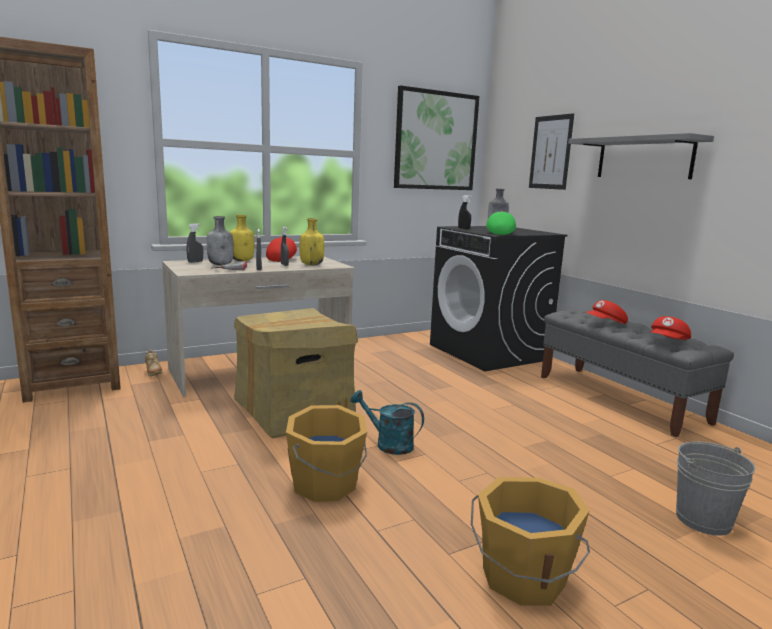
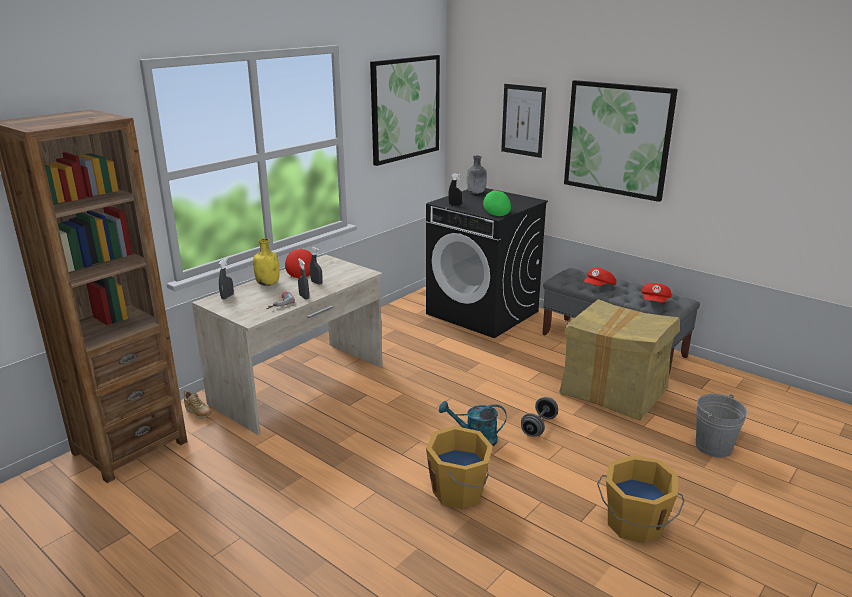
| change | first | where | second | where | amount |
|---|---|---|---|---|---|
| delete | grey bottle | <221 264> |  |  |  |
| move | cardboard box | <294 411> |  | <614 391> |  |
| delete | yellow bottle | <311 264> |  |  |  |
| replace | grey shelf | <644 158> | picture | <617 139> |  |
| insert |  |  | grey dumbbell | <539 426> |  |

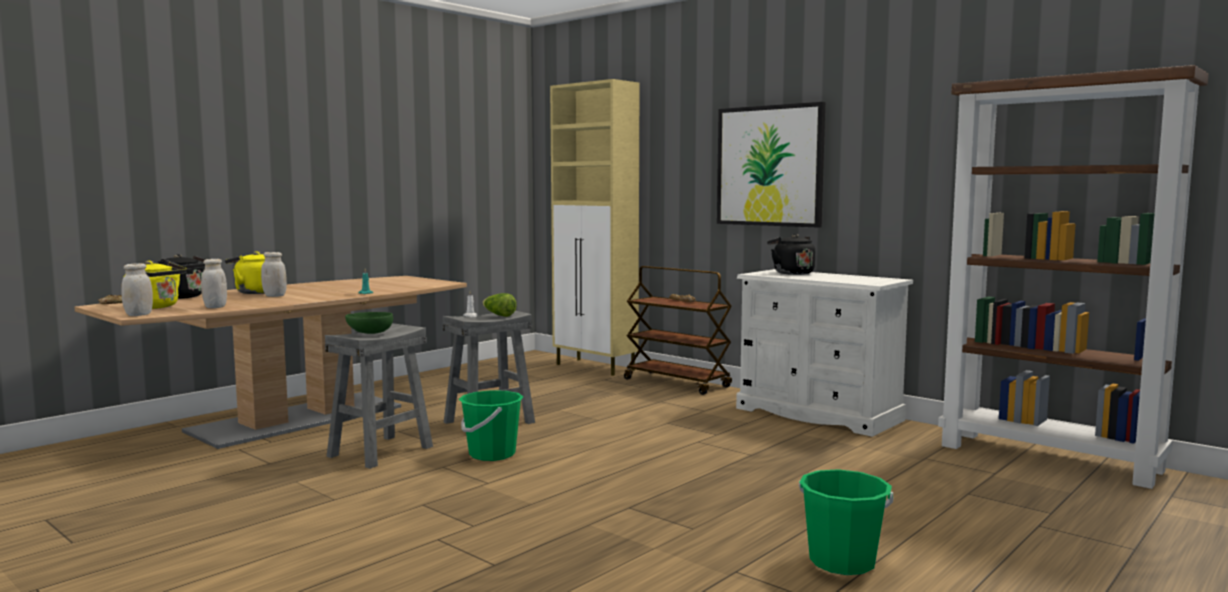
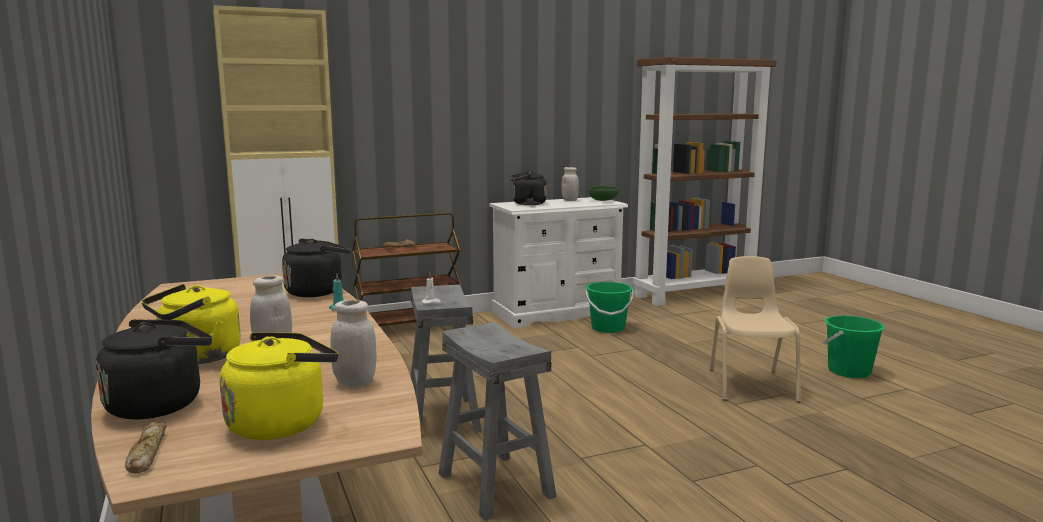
| change | first | where | second | where | amount |
|---|---|---|---|---|---|
| move | white jar | <138 315> |  | <569 200> |  |
| move | green bowl | <369 333> |  | <603 200> |  |
| move | green bucket | <492 454> |  | <608 328> |  |
| delete | lettuce | <498 315> |  |  |  |
| delete | picture | <769 166> |  |  |  |
| insert |  |  | black kettle | <317 292> |  |
| insert |  |  | beige chair | <751 385> |  |

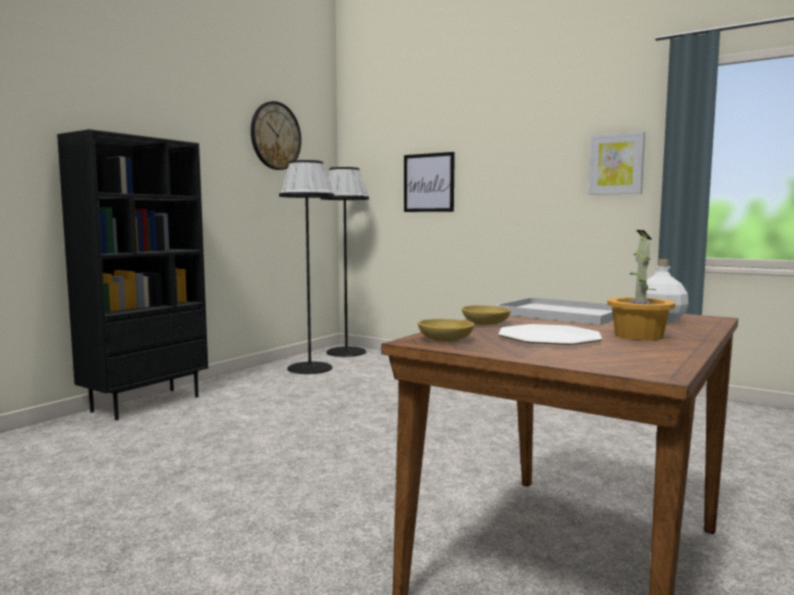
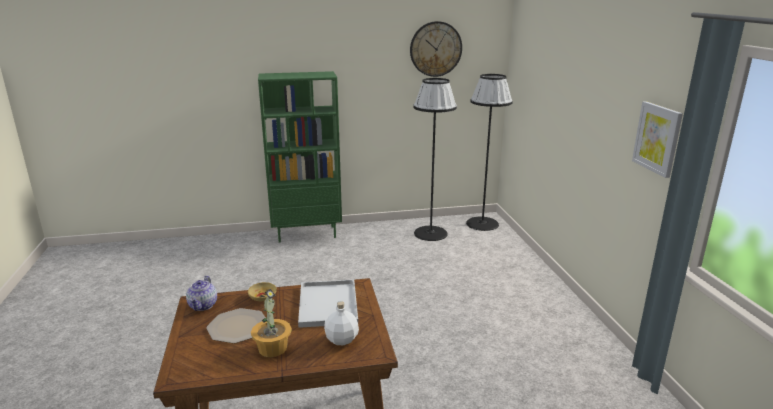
| change | first | where | second | where | amount |
|---|---|---|---|---|---|
| recolor | black bookcase | <146 403> | green bookcase | <307 234> |  |
| delete | picture | <428 182> |  |  |  |
| replace | beige bowl | <445 339> | teapot | <203 305> |  |

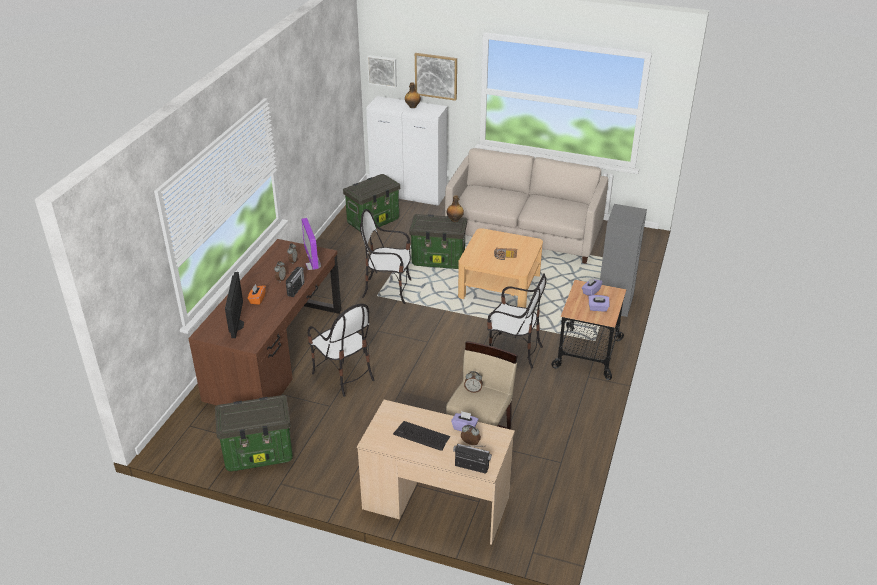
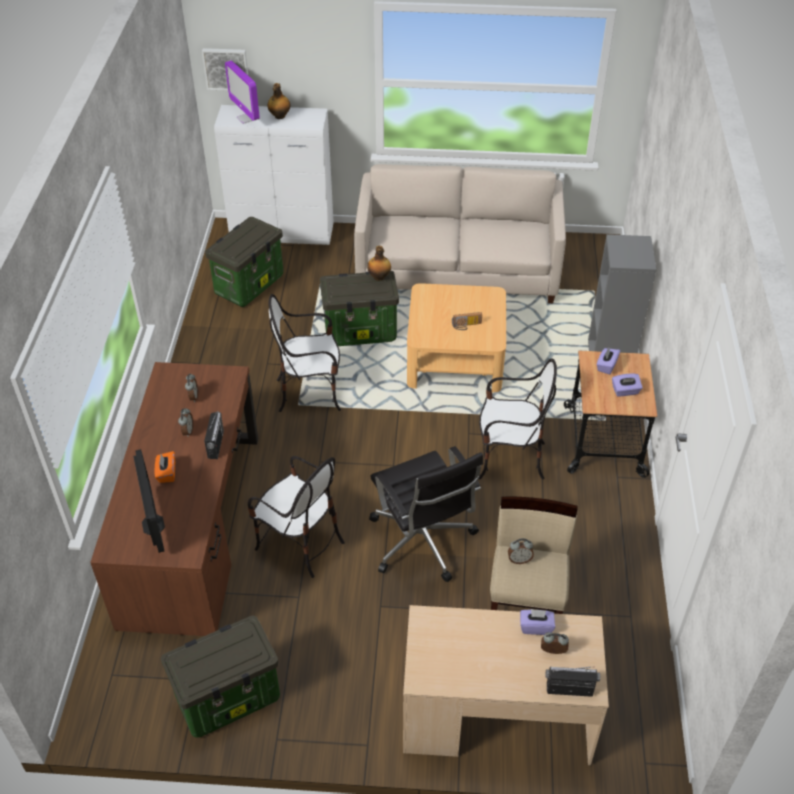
| change | first | where | second | where | amount |
|---|---|---|---|---|---|
| move | monitor | <313 265> |  | <246 118> |  |
| delete | keyboard | <421 436> |  |  |  |
| delete | picture | <436 76> |  |  |  |
| insert |  |  | black office chair | <422 543> |  |

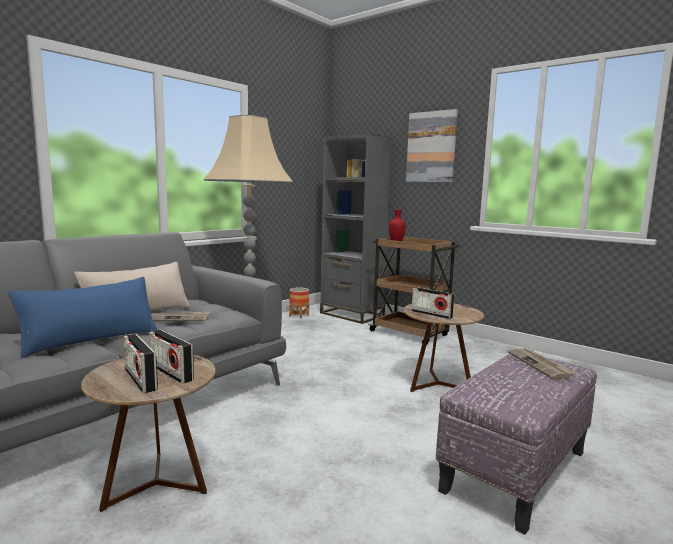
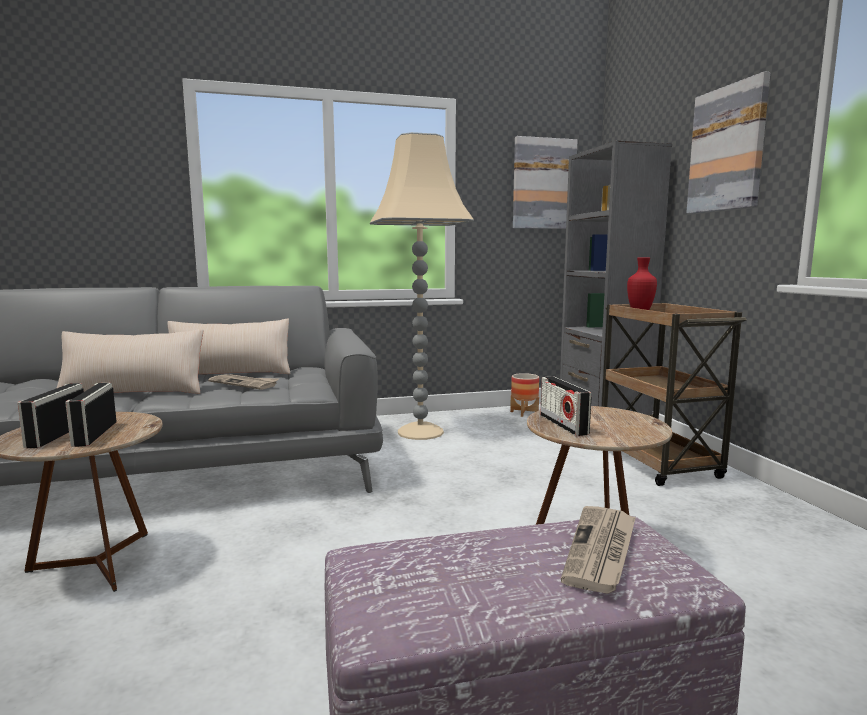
| change | first | where | second | where | amount |
|---|---|---|---|---|---|
| recolor | blue pillow | <90 340> | beige pillow | <133 392> |  |
| insert |  |  | picture | <543 184> |  |

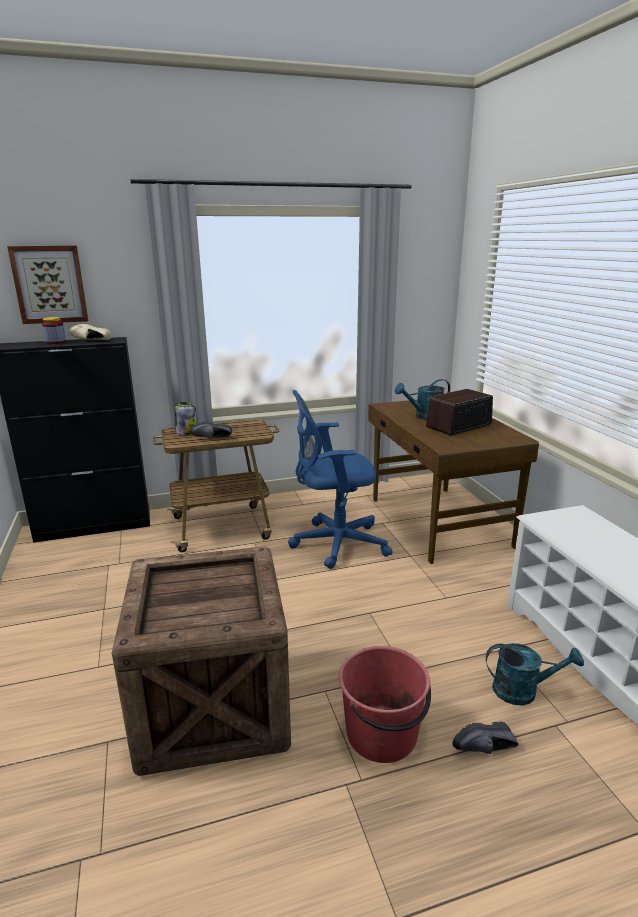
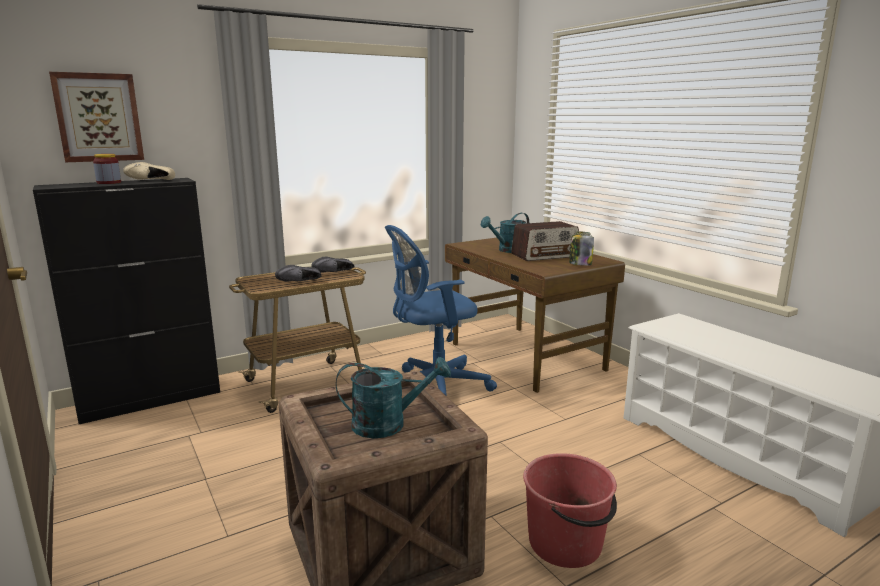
| change | first | where | second | where | amount |
|---|---|---|---|---|---|
| move | jar | <186 432> |  | <580 264> |  |
| rotate | radio | <458 426> |  | <545 255> | 150 degrees counterclockwise |
| move | black shoe | <485 750> |  | <335 273> |  |
| move | turquoise watering can | <523 690> |  | <389 424> |  |

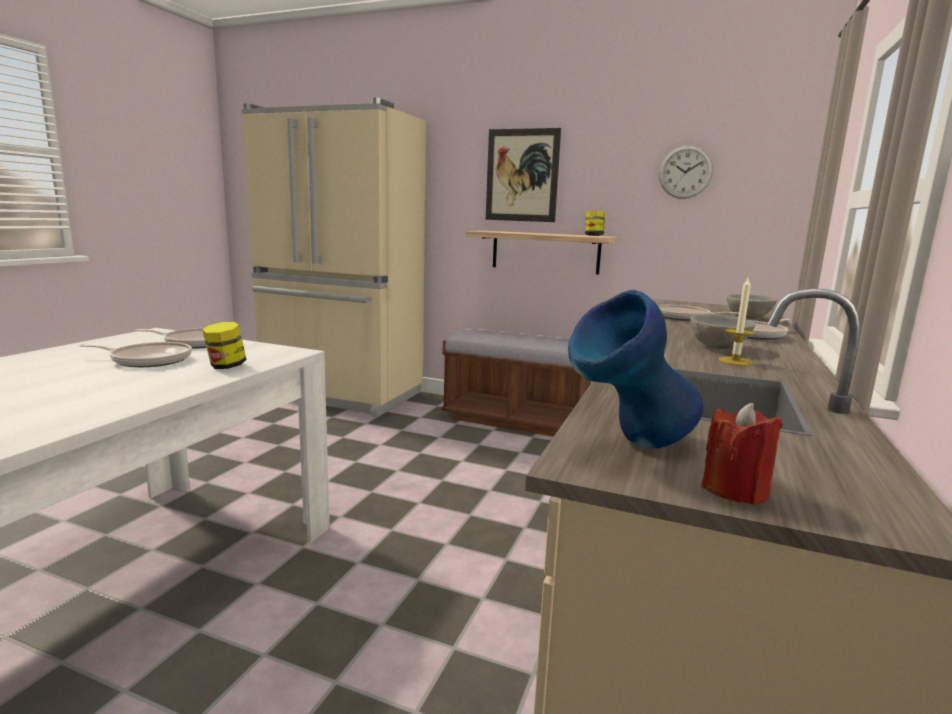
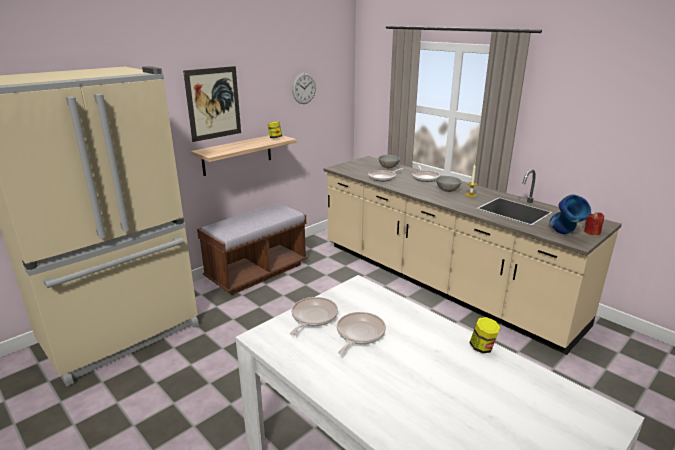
| change | first | where | second | where | amount |
|---|---|---|---|---|---|
| move | jar | <226 366> |  | <482 347> |  |

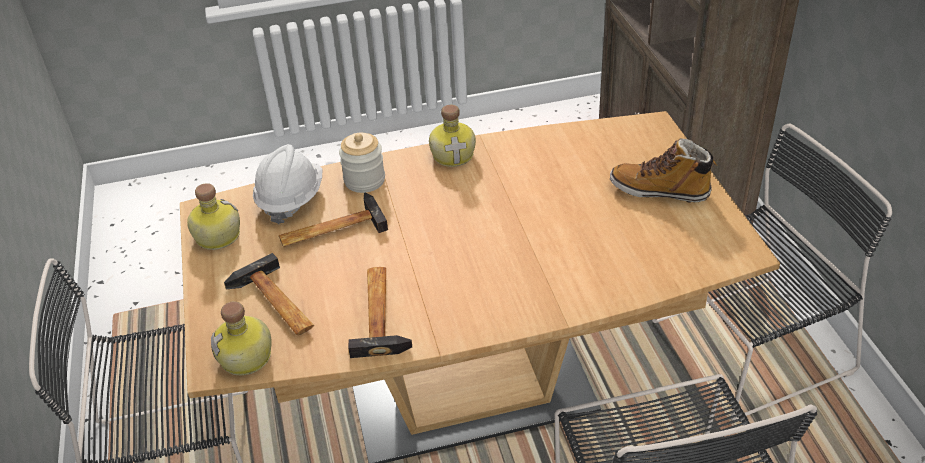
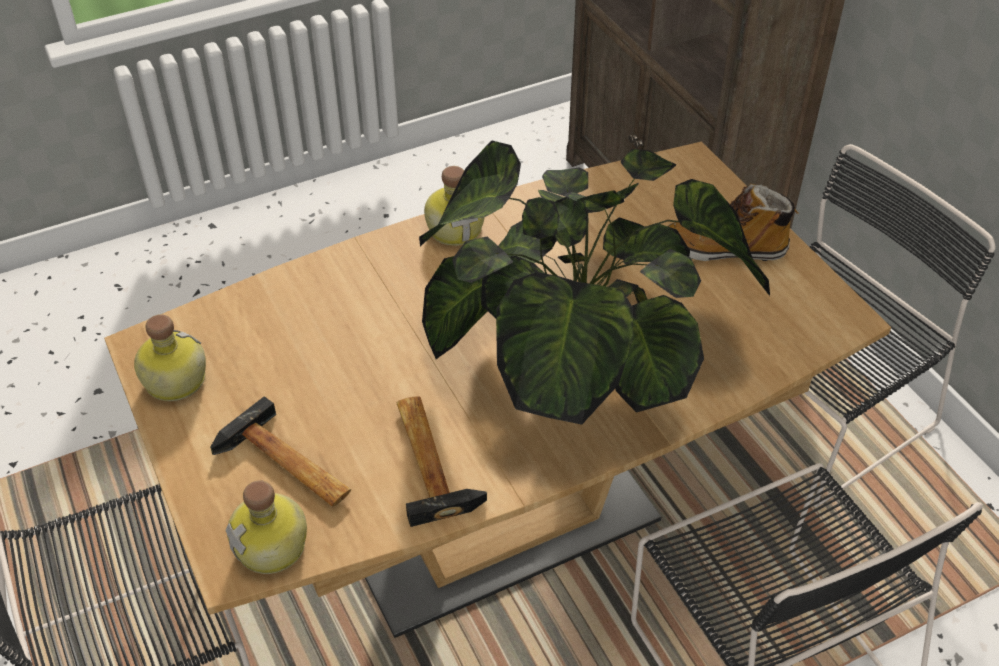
| change | first | where | second | where | amount |
|---|---|---|---|---|---|
| delete | white hard hat | <290 199> |  |  |  |
| delete | hammer | <330 229> |  |  |  |
| delete | jar | <364 180> |  |  |  |
| insert |  |  | potted plant | <576 353> |  |

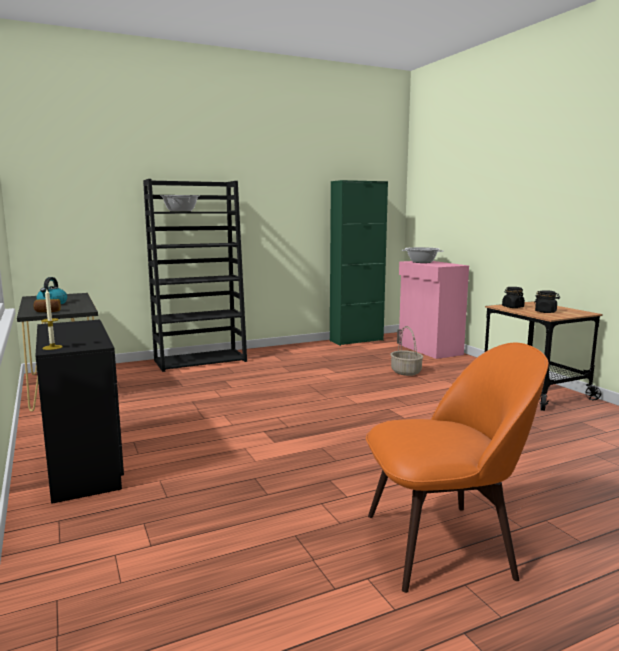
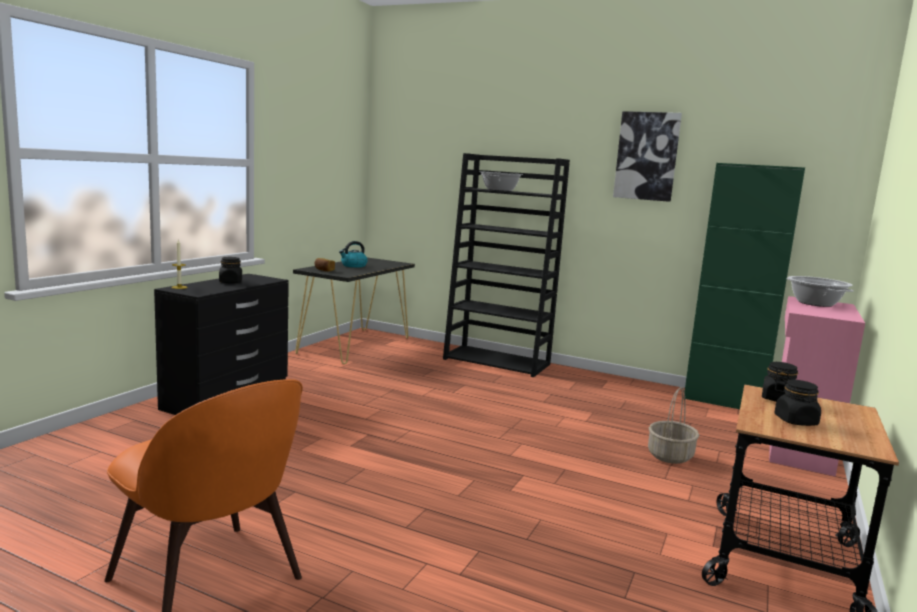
| change | first | where | second | where | amount |
|---|---|---|---|---|---|
| insert |  |  | black jar | <230 282> |  |
| insert |  |  | picture | <647 156> |  |

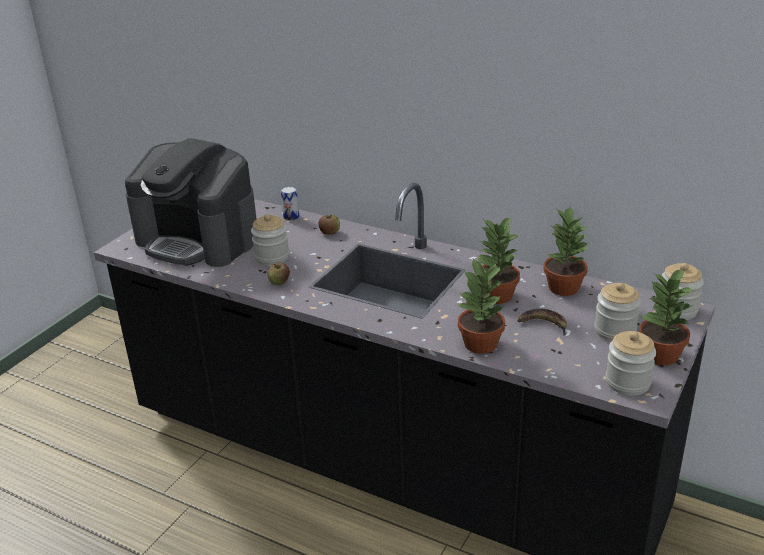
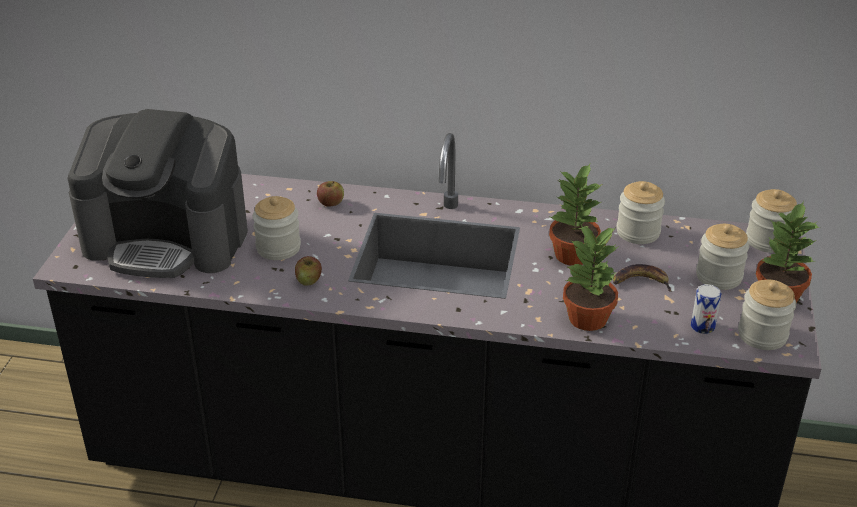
| change | first | where | second | where | amount |
|---|---|---|---|---|---|
| move | can | <291 217> |  | <702 326> |  |
| replace | potted plant | <563 287> | jar | <638 232> |  |

